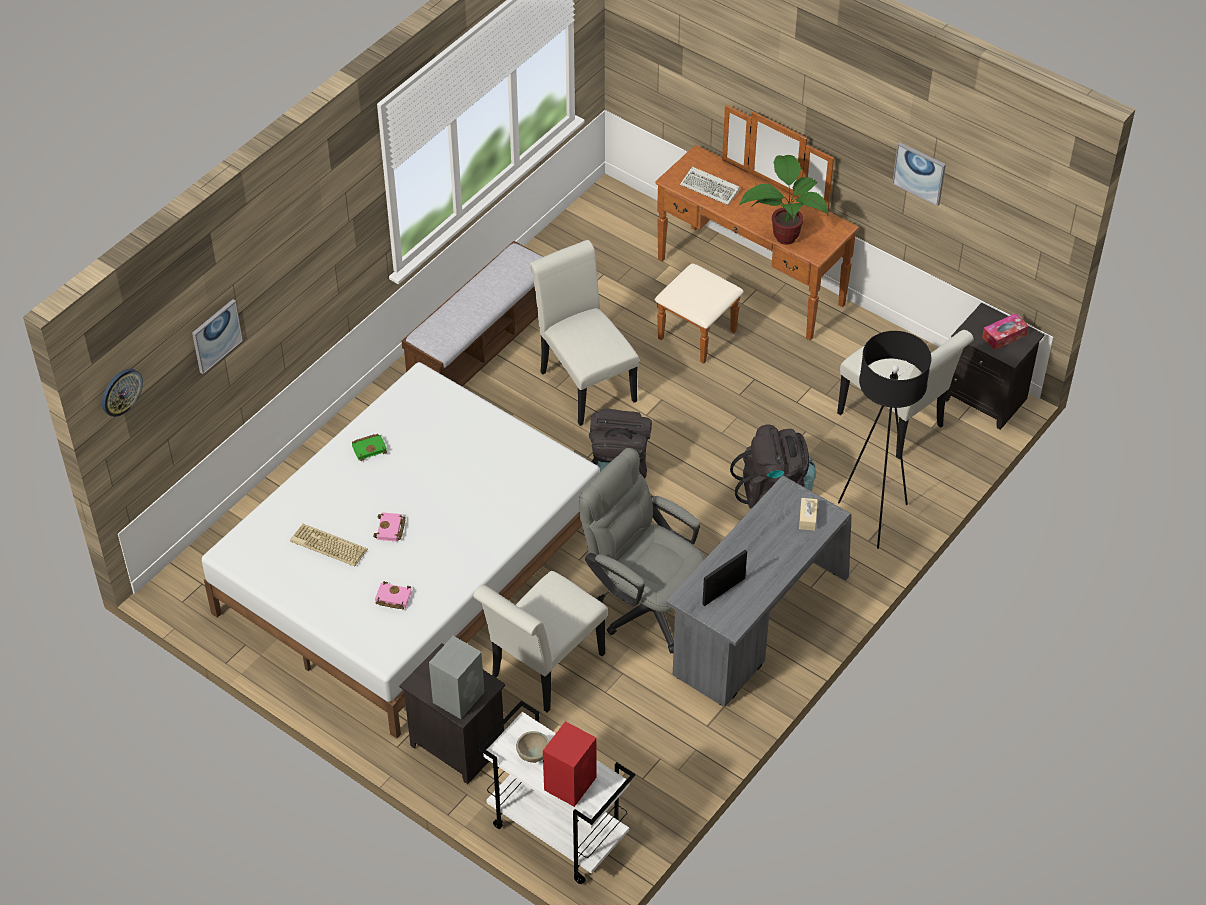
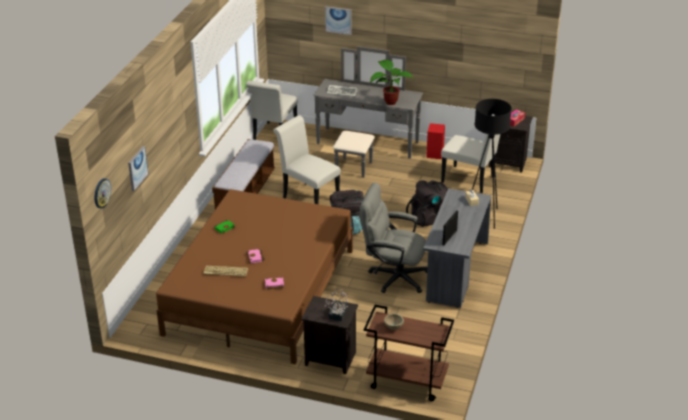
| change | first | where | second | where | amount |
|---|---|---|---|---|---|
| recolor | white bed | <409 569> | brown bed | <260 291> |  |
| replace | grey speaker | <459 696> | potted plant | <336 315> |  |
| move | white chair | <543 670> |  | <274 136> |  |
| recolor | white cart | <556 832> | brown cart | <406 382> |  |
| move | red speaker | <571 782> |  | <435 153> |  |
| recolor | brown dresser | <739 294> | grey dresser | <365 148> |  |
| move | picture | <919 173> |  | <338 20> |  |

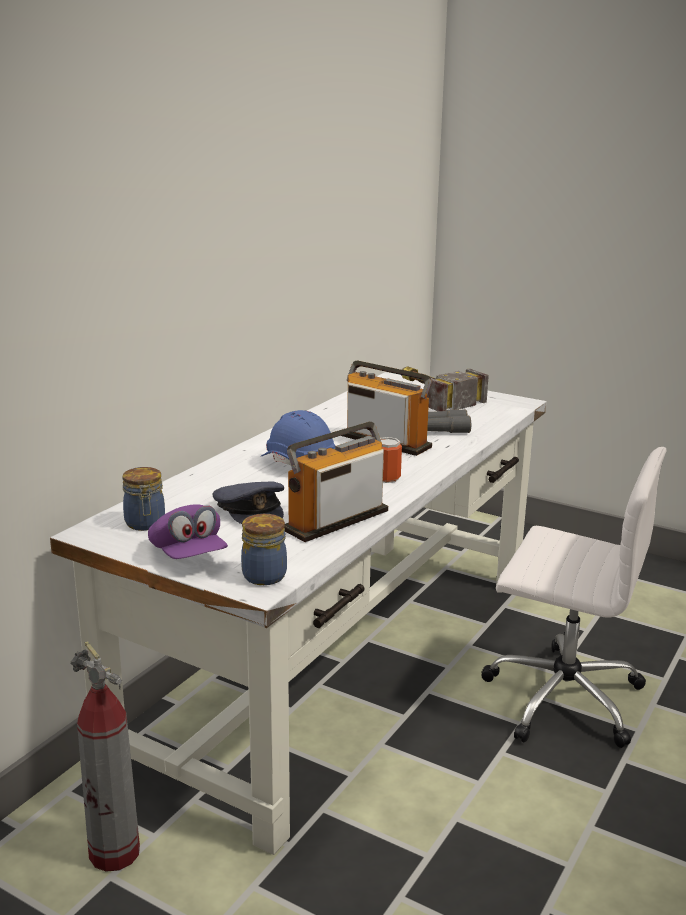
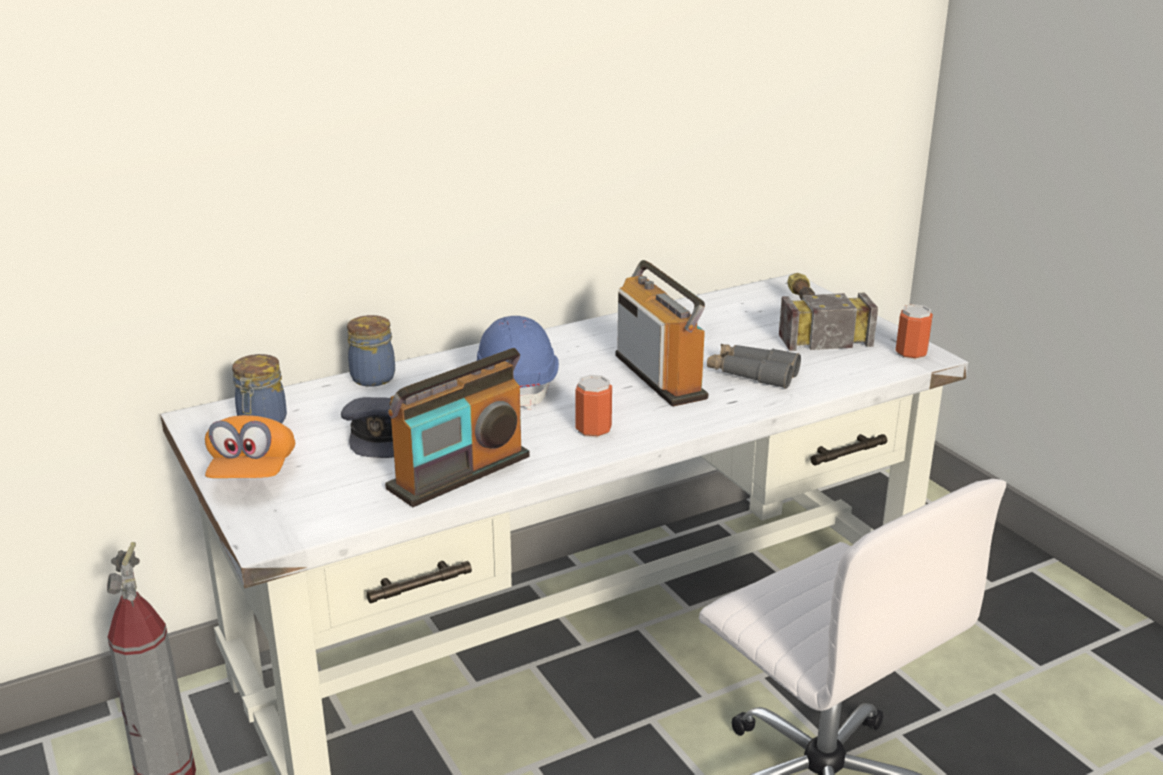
| change | first | where | second | where | amount |
|---|---|---|---|---|---|
| recolor | purple cap | <188 555> | orange cap | <253 474> |  |
| move | jar | <263 575> |  | <373 377> |  |
| rotate | radio | <336 520> |  | <459 473> | 150 degrees clockwise |
| insert |  |  | can | <911 353> |  |

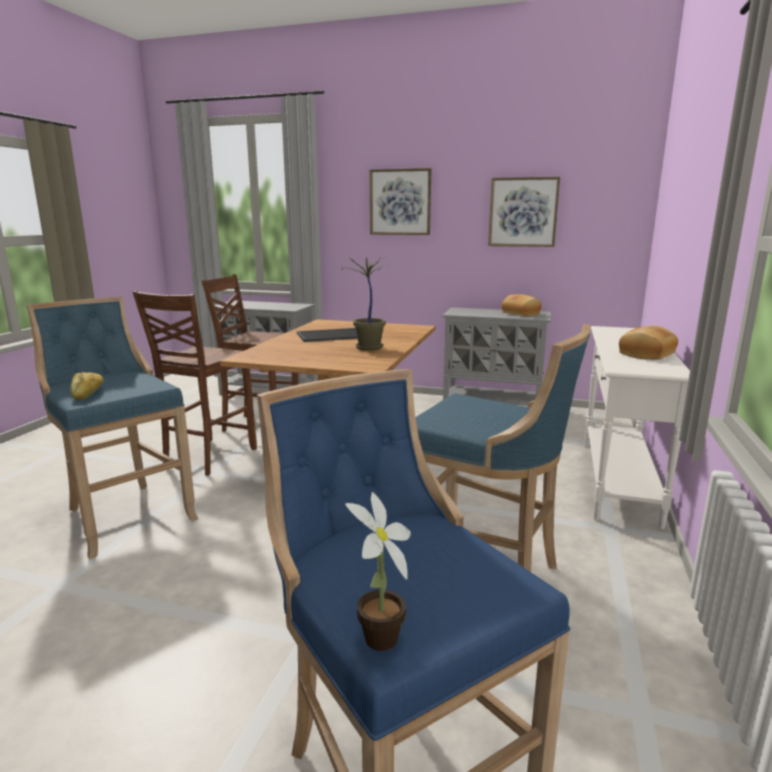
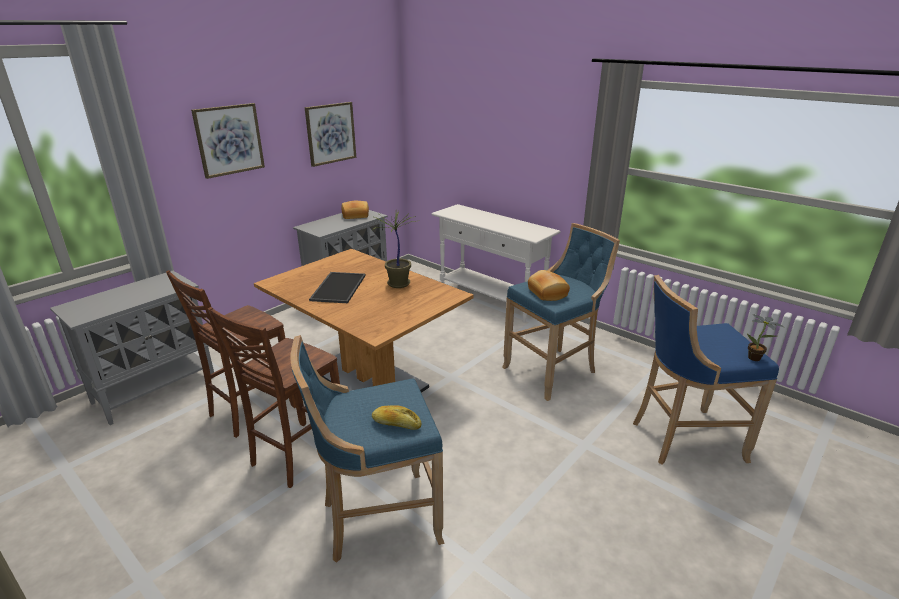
| change | first | where | second | where | amount |
|---|---|---|---|---|---|
| rotate | brown chair | <208 458> |  | <296 455> | 75 degrees clockwise |
| move | bread | <645 354> |  | <546 293> |  |

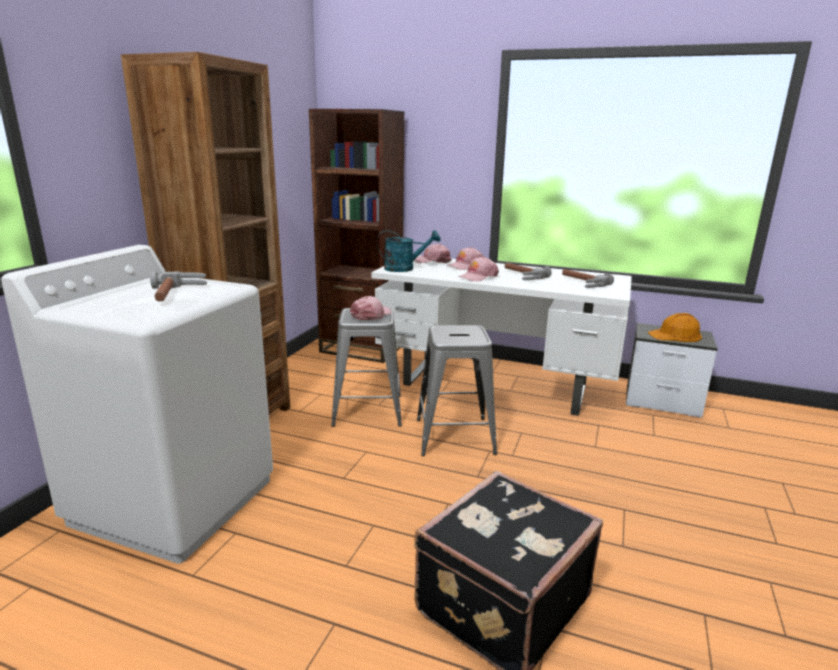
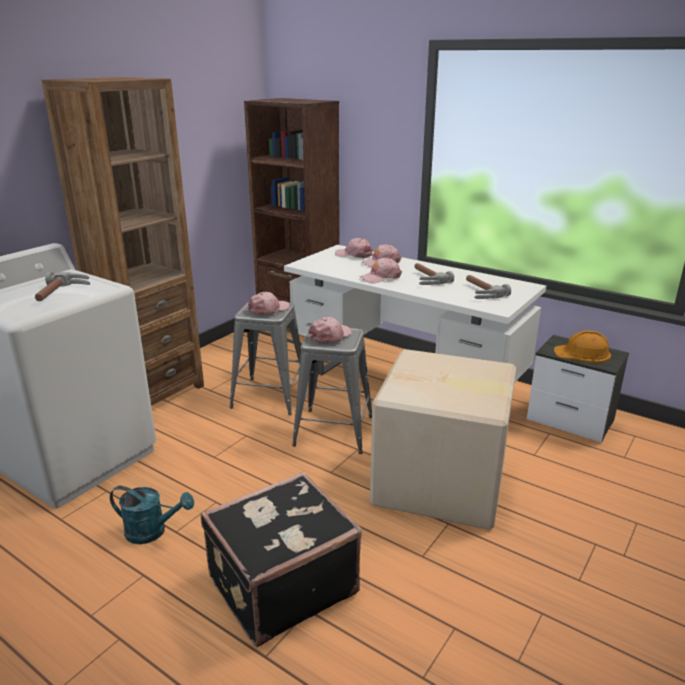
| change | first | where | second | where | amount |
|---|---|---|---|---|---|
| move | turquoise watering can | <405 268> |  | <153 531> |  |
| insert |  |  | pink cap | <330 336> |  |
| insert |  |  | cardboard box | <441 483> |  |

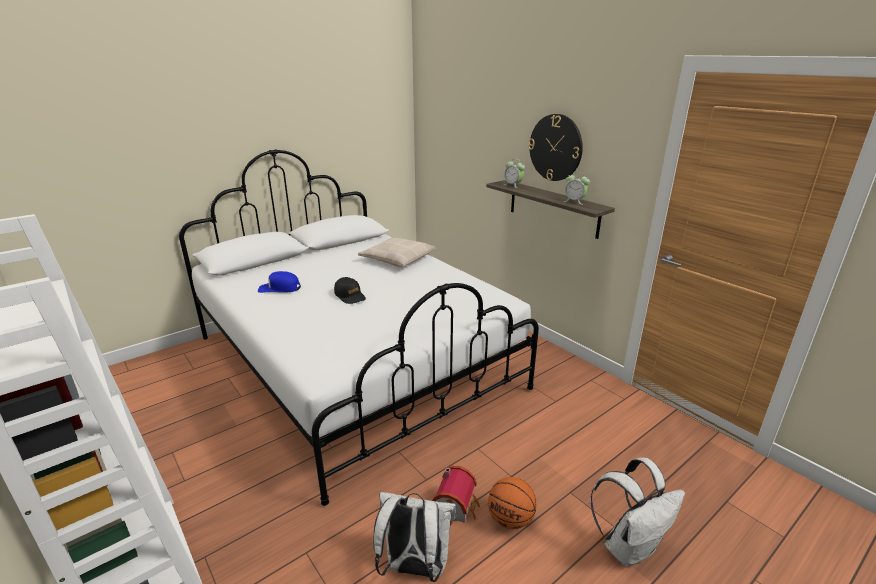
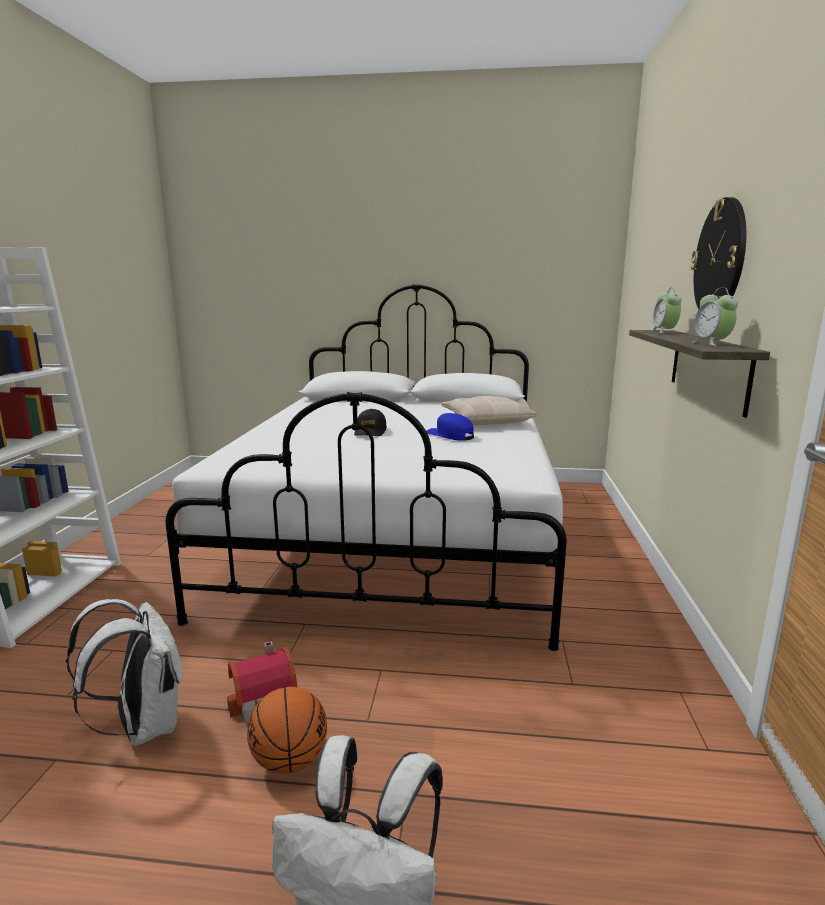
| change | first | where | second | where | amount |
|---|---|---|---|---|---|
| move | blue cap | <279 288> |  | <449 435> |  |

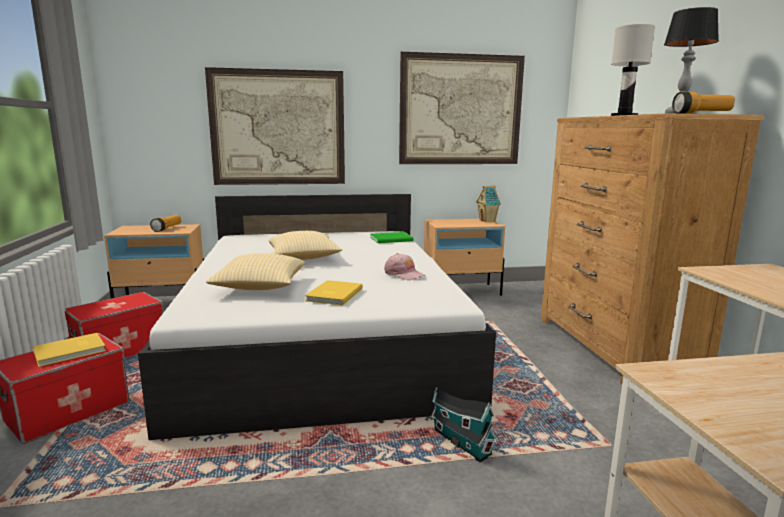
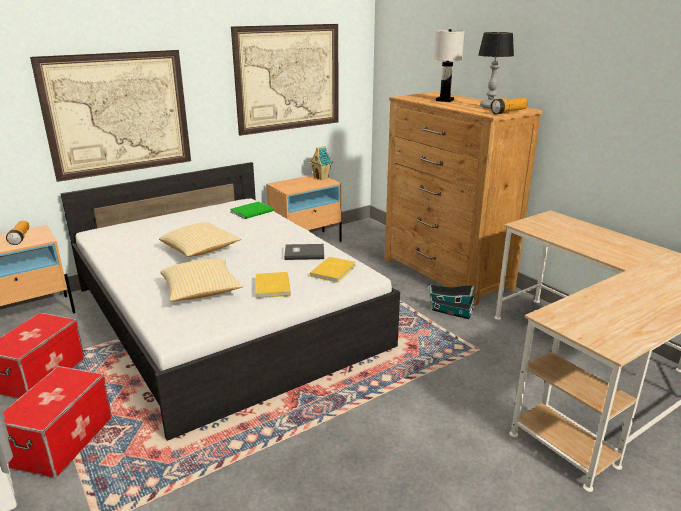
| change | first | where | second | where | amount |
|---|---|---|---|---|---|
| move | yellow book | <71 351> |  | <334 271> |  |
| replace | pink cap | <404 274> | grey book | <303 253> |  |
| move | toy house | <460 441> |  | <450 312> |  |

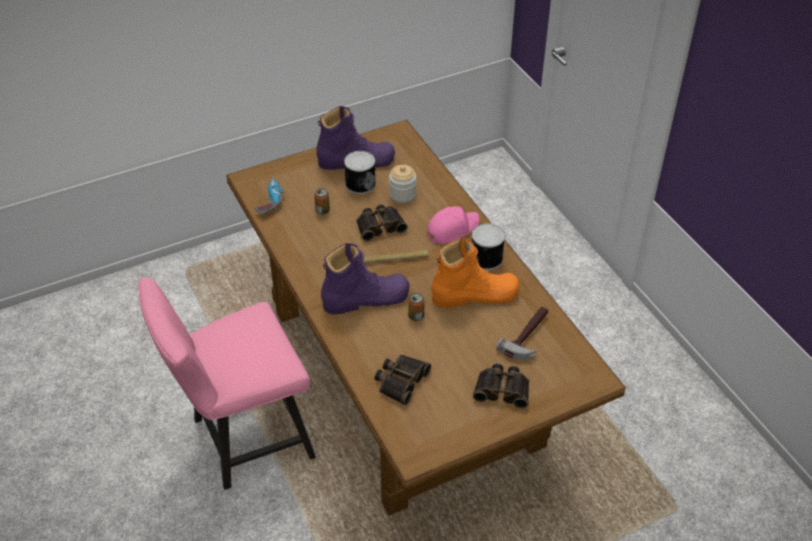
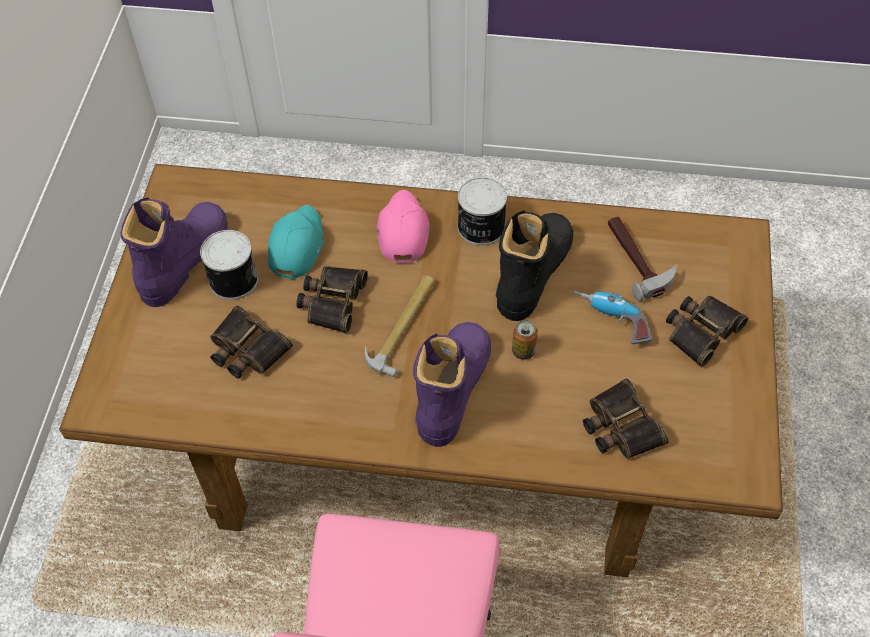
| change | first | where | second | where | amount |
|---|---|---|---|---|---|
| move | power drill | <269 200> |  | <611 321> |  |
| replace | can | <322 210> | binoculars | <246 349> |  |
| replace | jar | <402 194> | turquoise cap | <295 246> |  |
| recolor | orange boot | <475 295> | black boot | <533 272> |  |

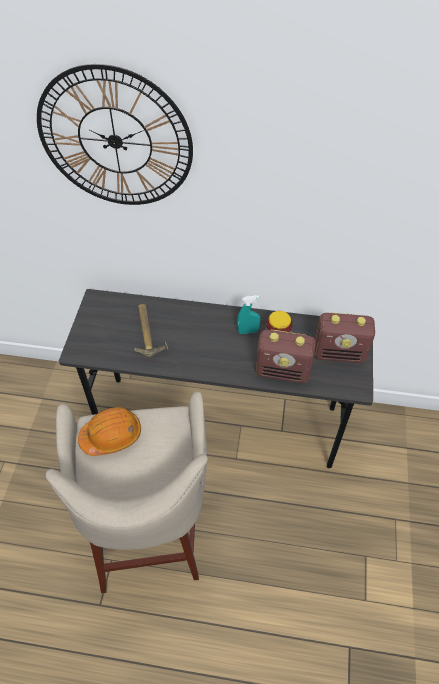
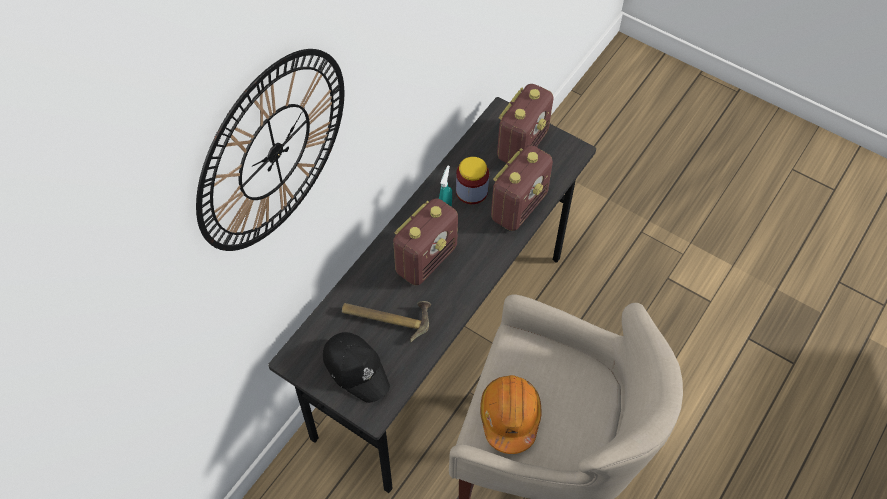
| change | first | where | second | where | amount |
|---|---|---|---|---|---|
| insert |  |  | black cap | <356 368> |  |
| insert |  |  | radio | <426 259> |  |

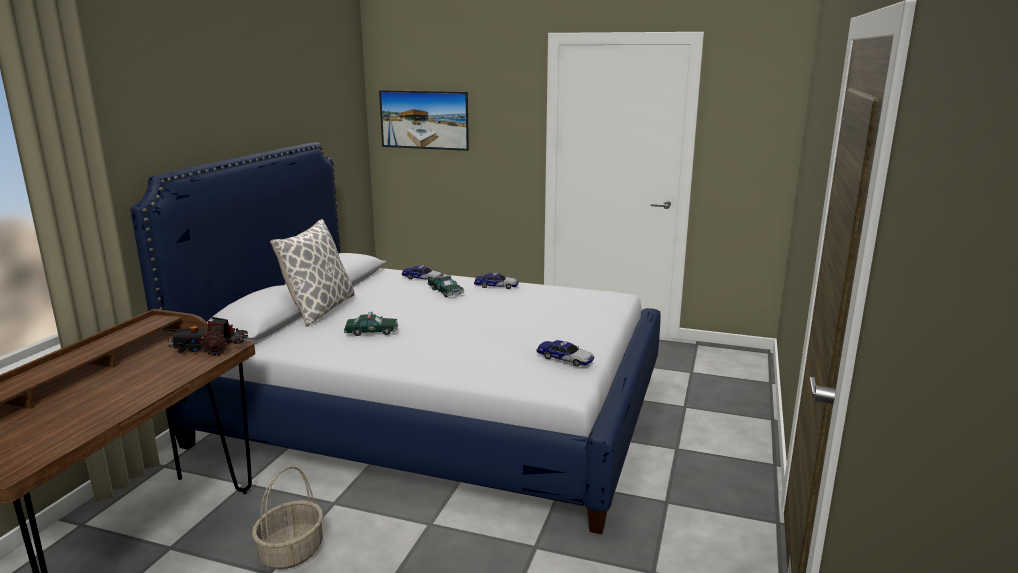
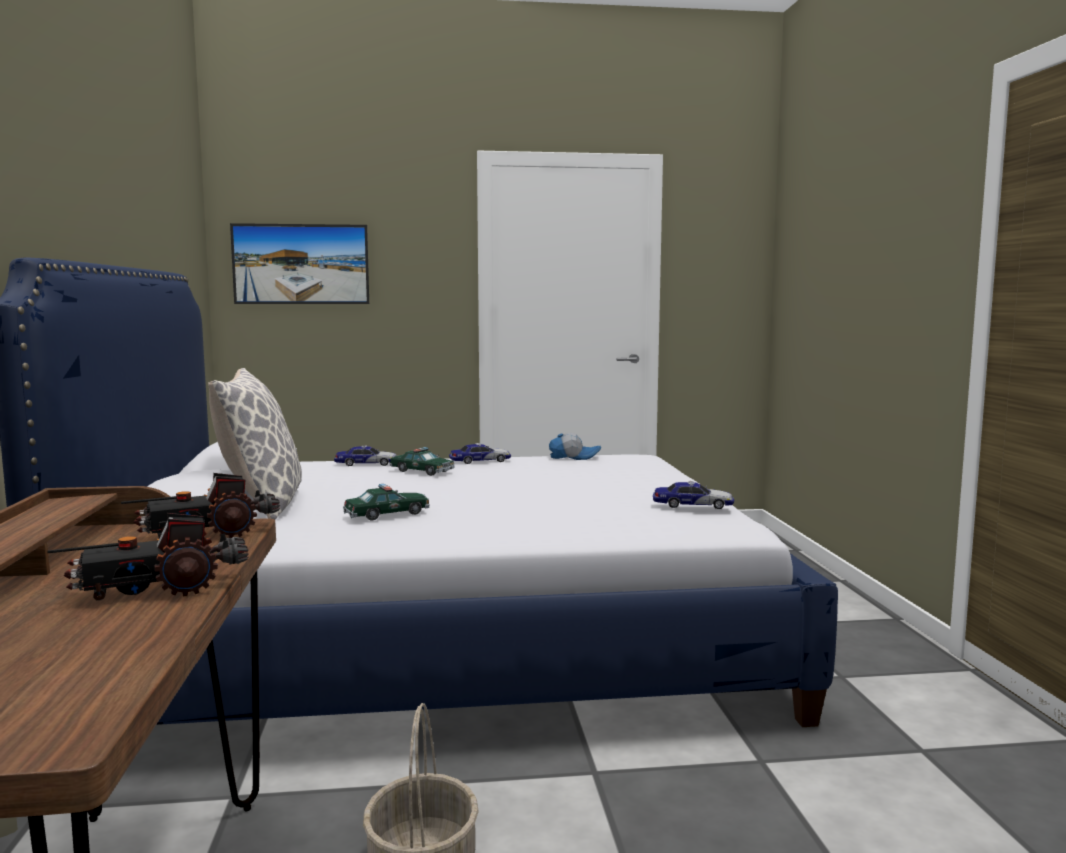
| change | first | where | second | where | amount |
|---|---|---|---|---|---|
| insert |  |  | toy truck | <158 588> |  |
| insert |  |  | cap | <574 457> |  |

